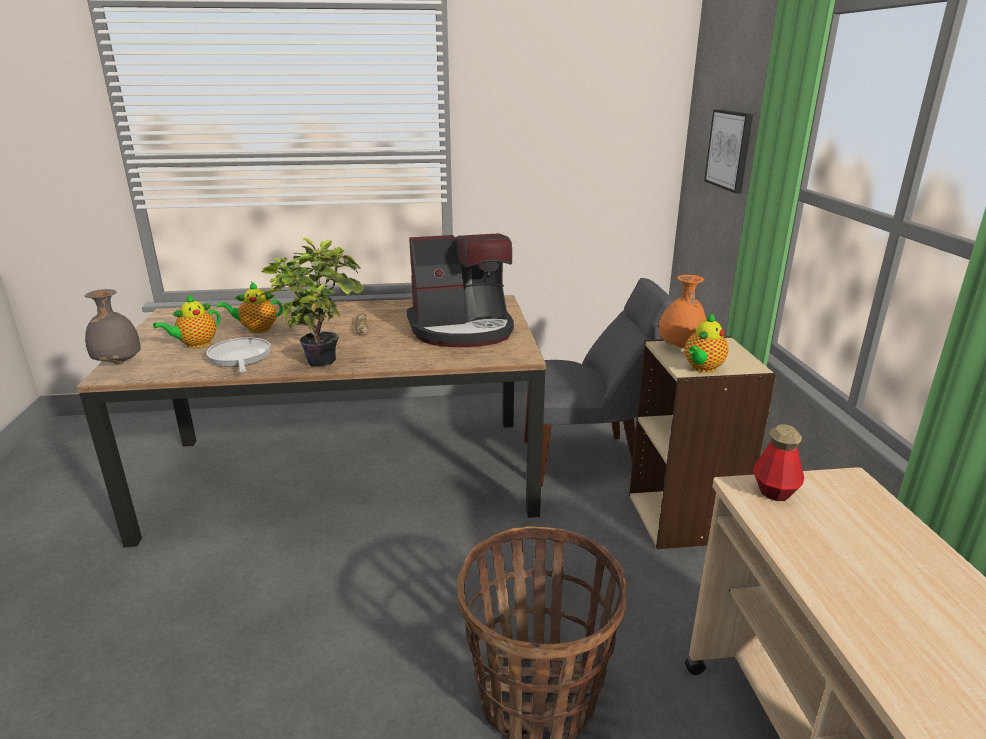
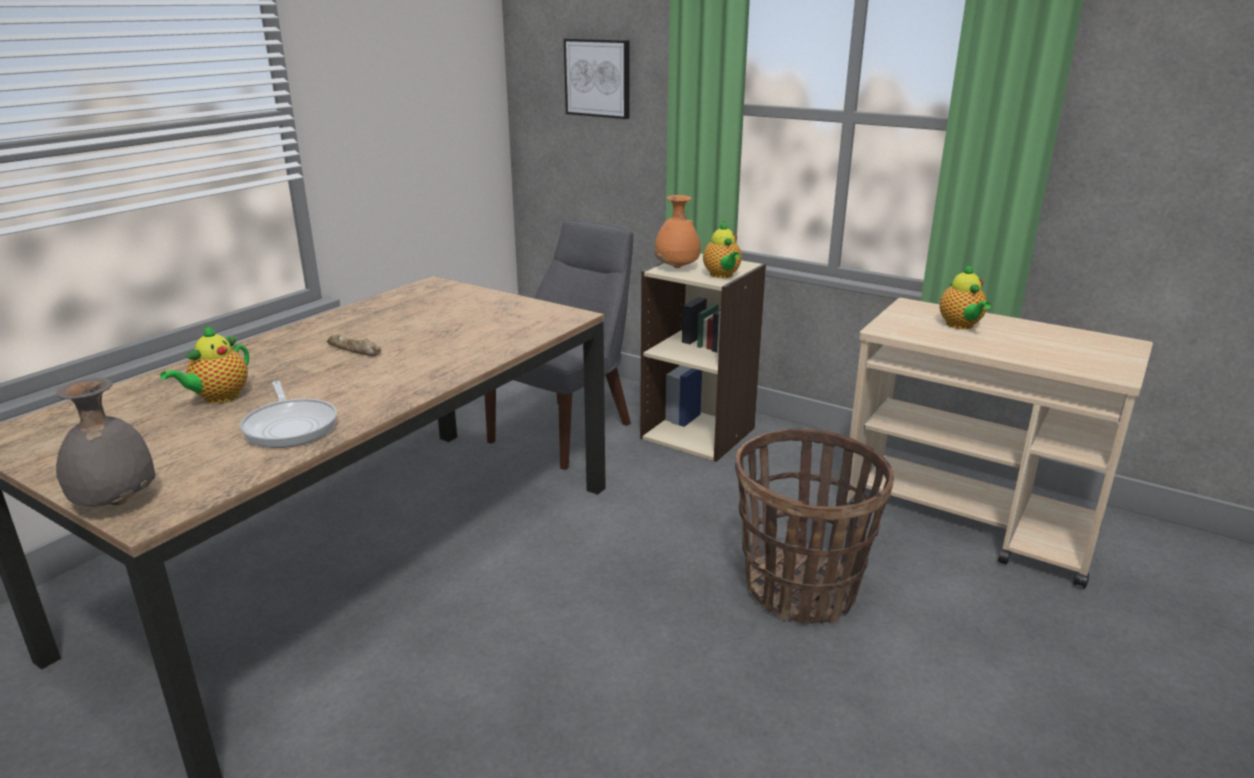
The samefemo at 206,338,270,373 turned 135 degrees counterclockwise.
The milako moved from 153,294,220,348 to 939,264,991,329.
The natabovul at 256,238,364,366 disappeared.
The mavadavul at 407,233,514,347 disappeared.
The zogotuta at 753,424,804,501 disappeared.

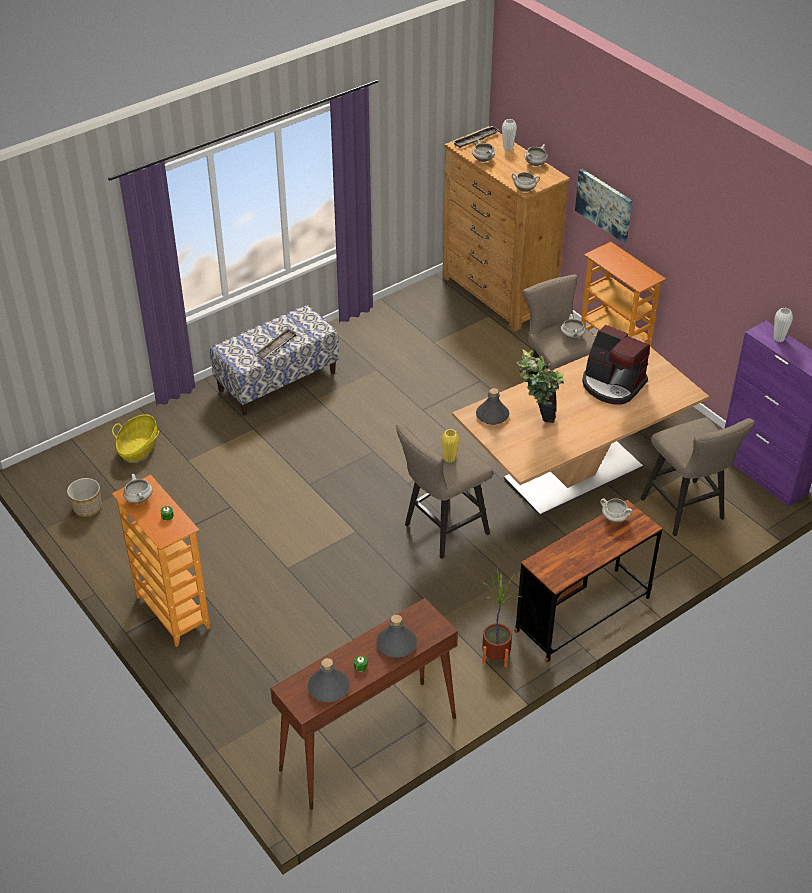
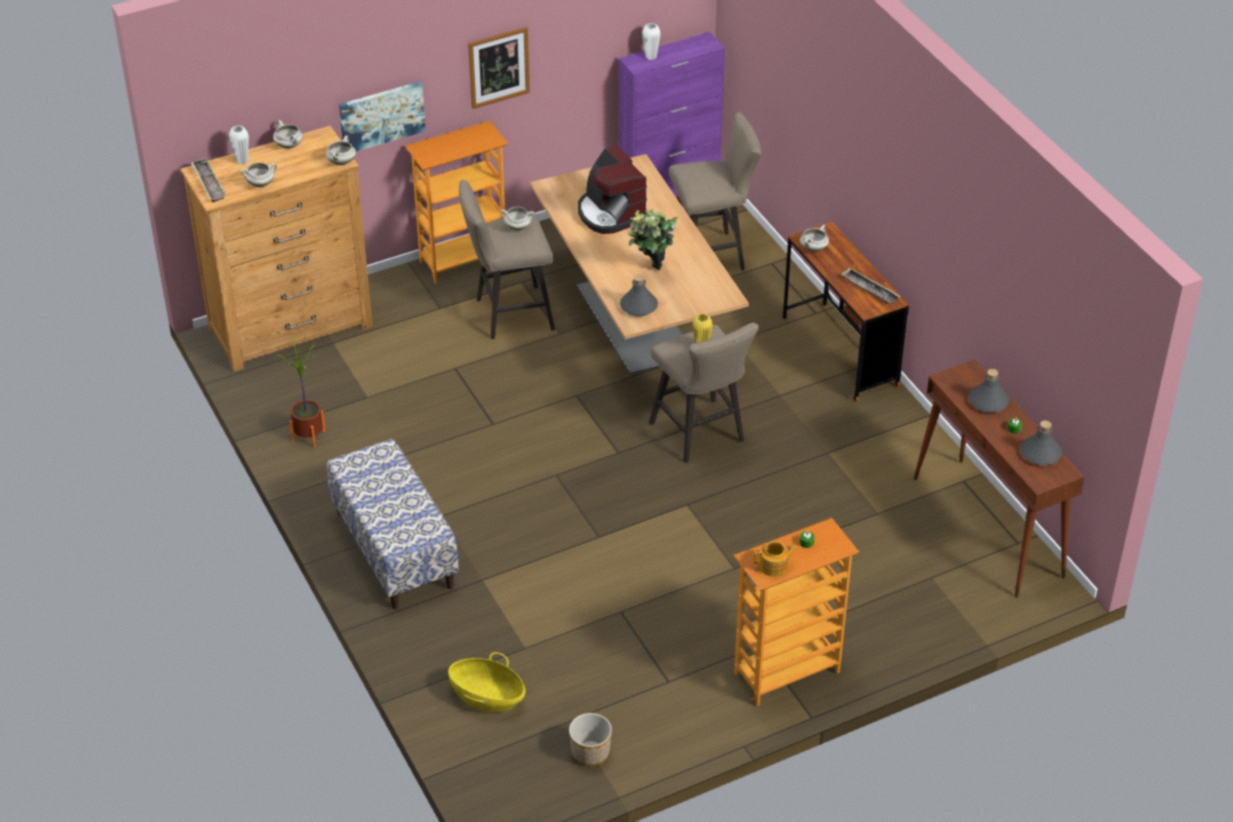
The natabovul moved from 482,566,521,667 to 276,334,326,447.
The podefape at 468,26,530,109 appeared.
The mavadavul at 582,325,650,405 turned 105 degrees clockwise.
The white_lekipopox at 123,474,153,504 was replaced by the milako at 753,541,798,577.
The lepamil moved from 255,327,297,360 to 841,267,901,303.

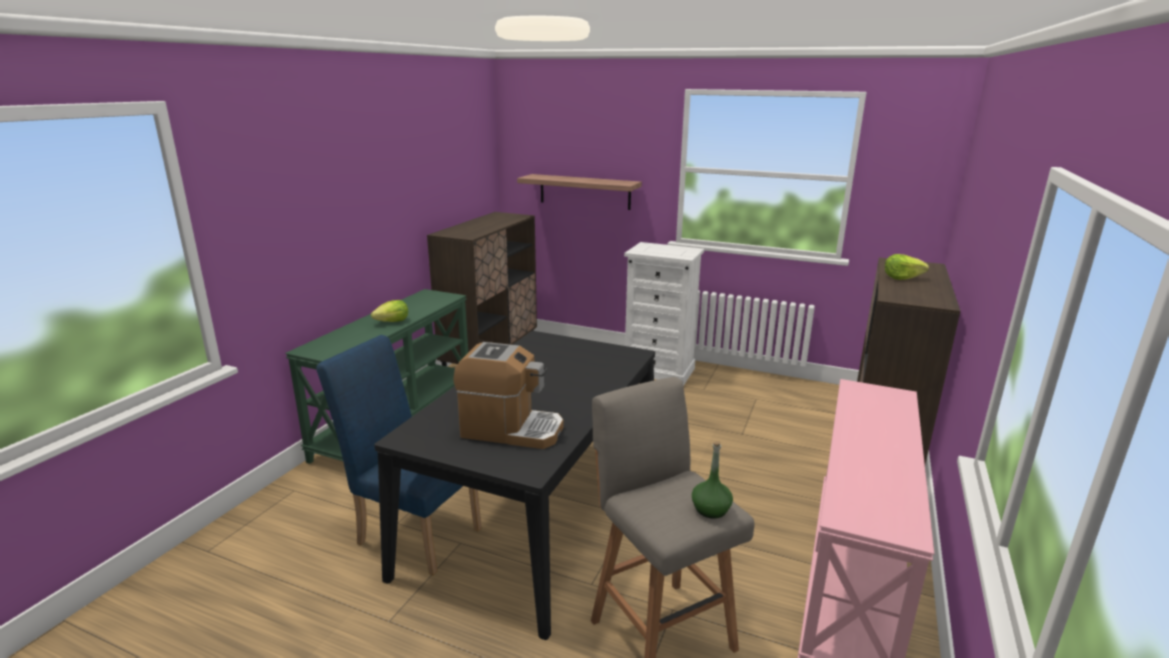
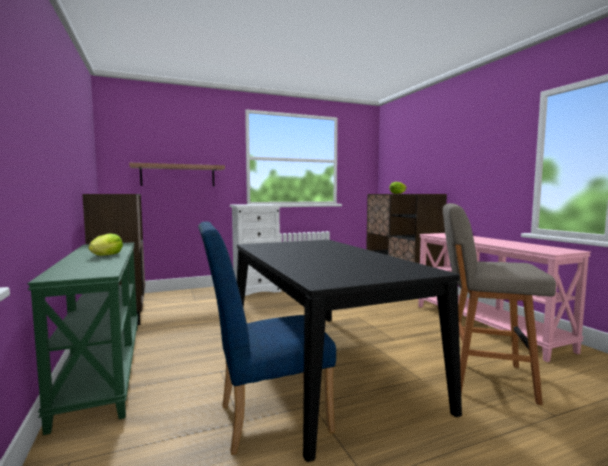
The mavadavul at 453,342,563,449 disappeared.
The green_zogotuta at 692,441,733,519 disappeared.

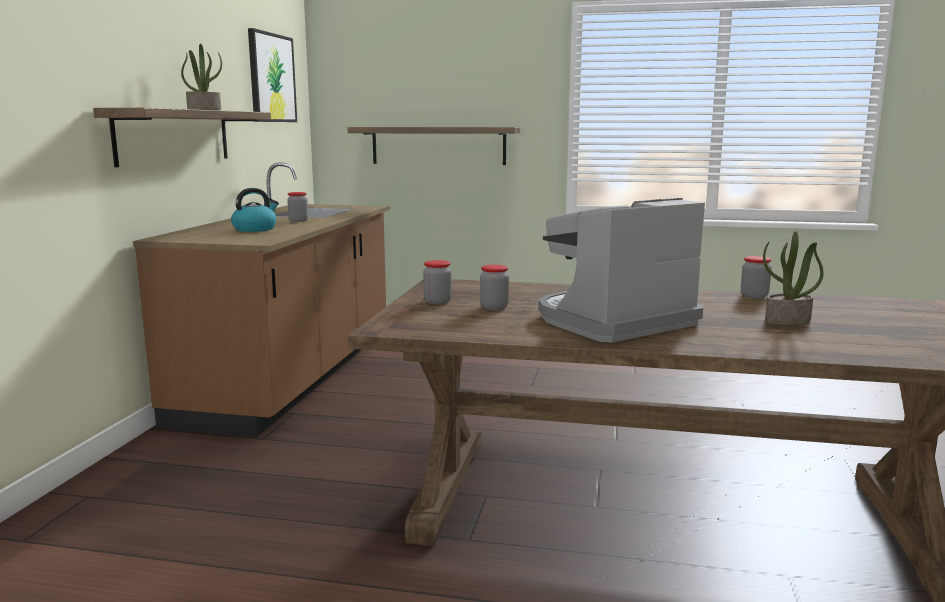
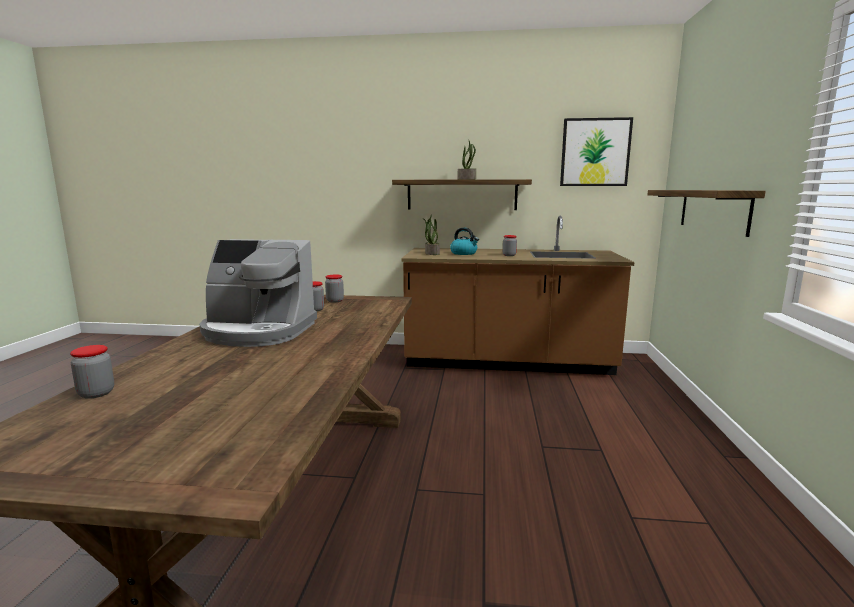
The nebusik moved from 741,256,772,299 to 70,345,114,399.
The mavadavul at 538,198,705,343 turned 135 degrees clockwise.
The natabovul moved from 763,231,824,325 to 423,214,440,255.

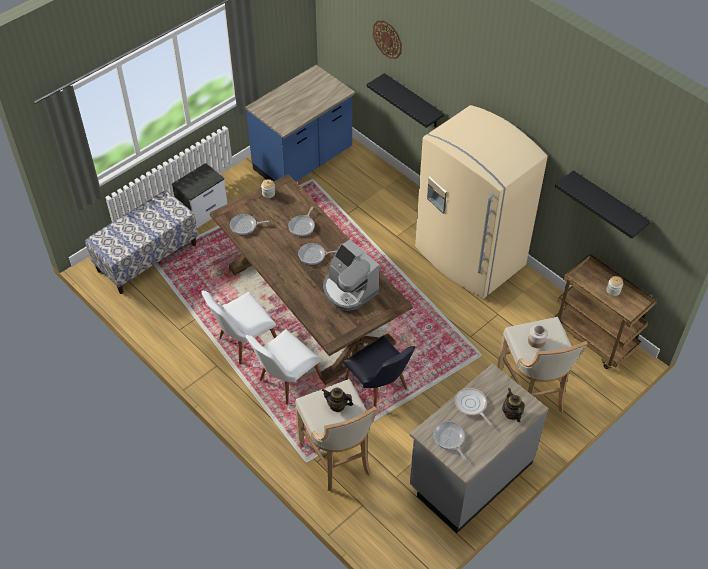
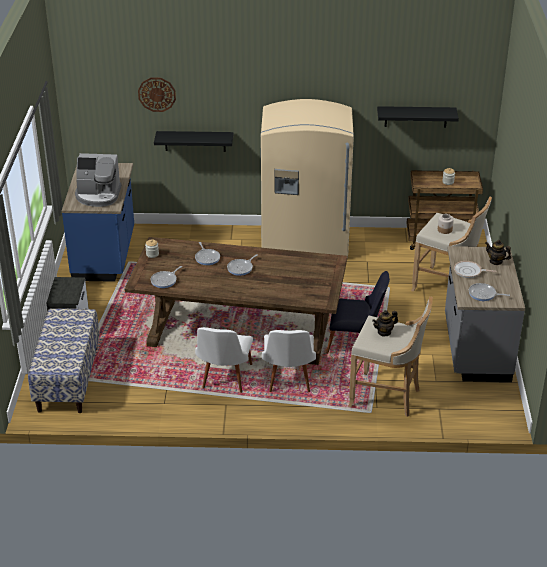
The mavadavul moved from 323,240,379,311 to 75,153,122,207.

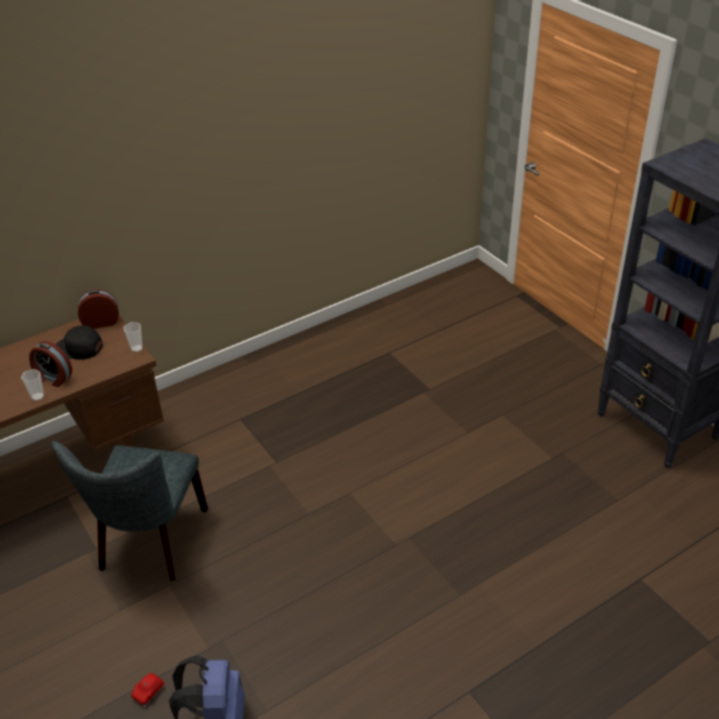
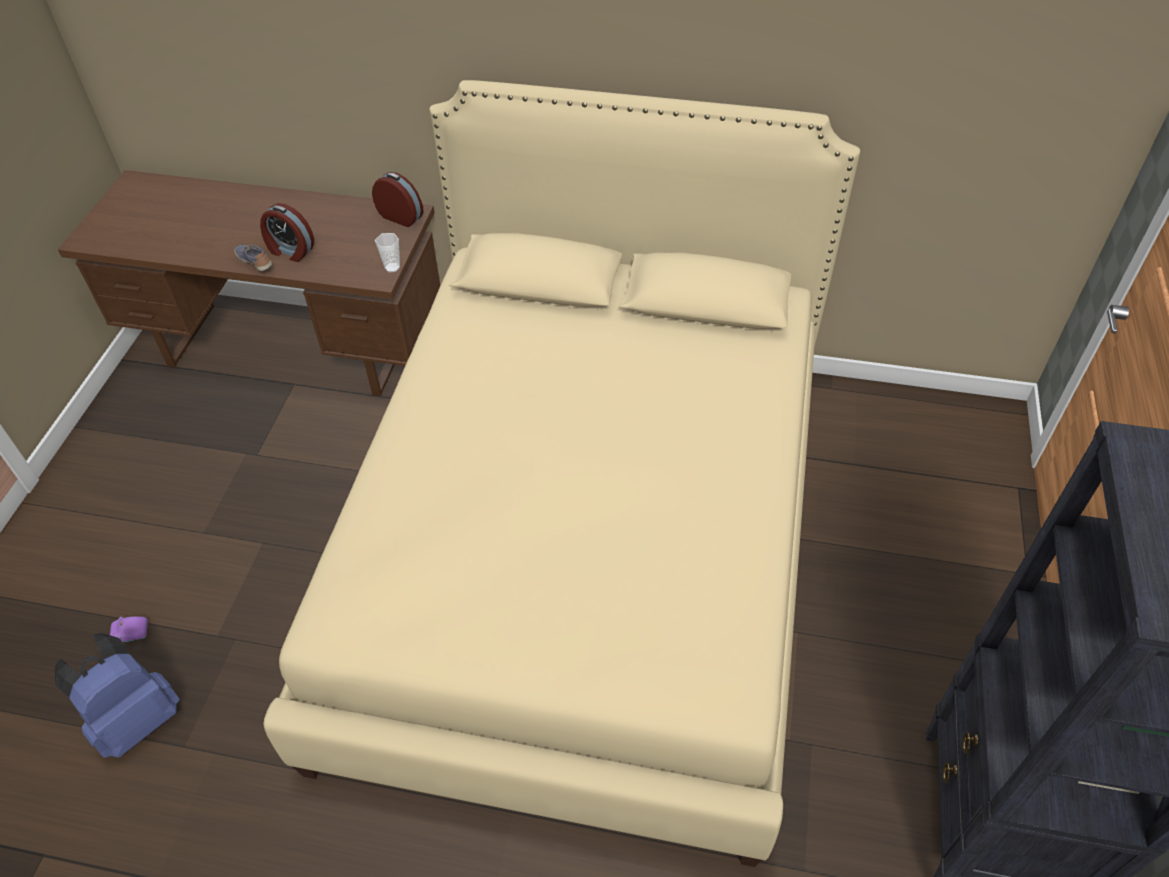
The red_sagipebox at 131,673,164,706 became the purple_sagipebox at 110,616,148,642.
The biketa at 21,369,44,401 was replaced by the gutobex at 234,244,272,271.
The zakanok at 29,341,72,387 turned 45 degrees counterclockwise.
The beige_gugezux at 264,80,860,867 appeared.
The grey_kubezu at 52,441,208,581 disappeared.
The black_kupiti at 56,325,103,360 disappeared.

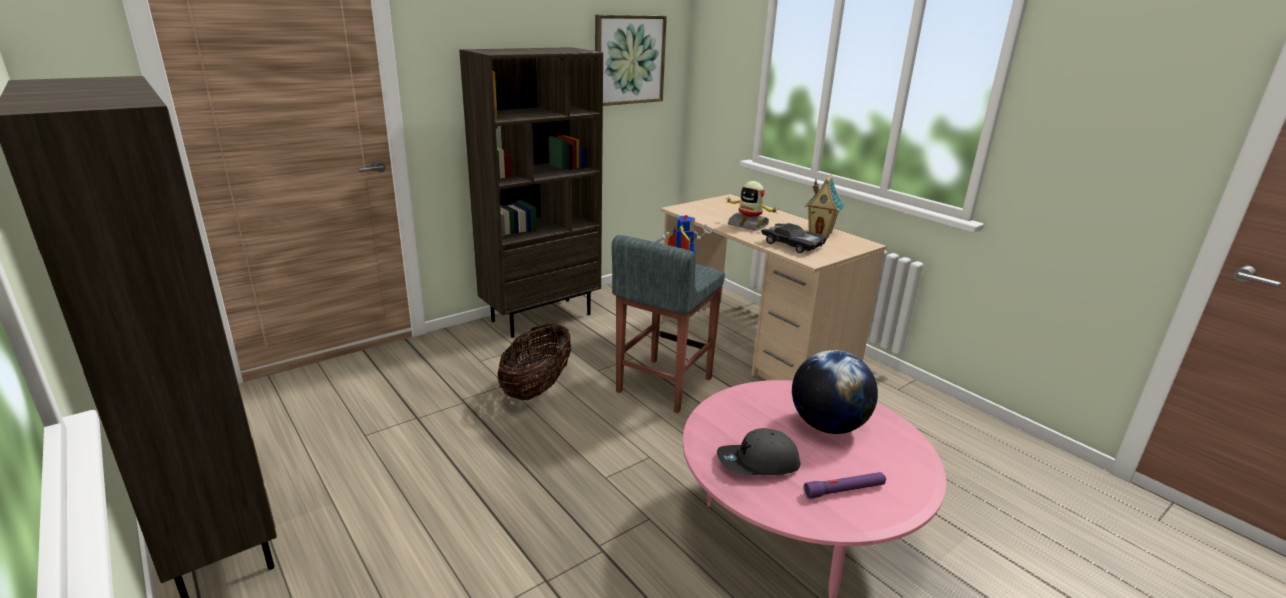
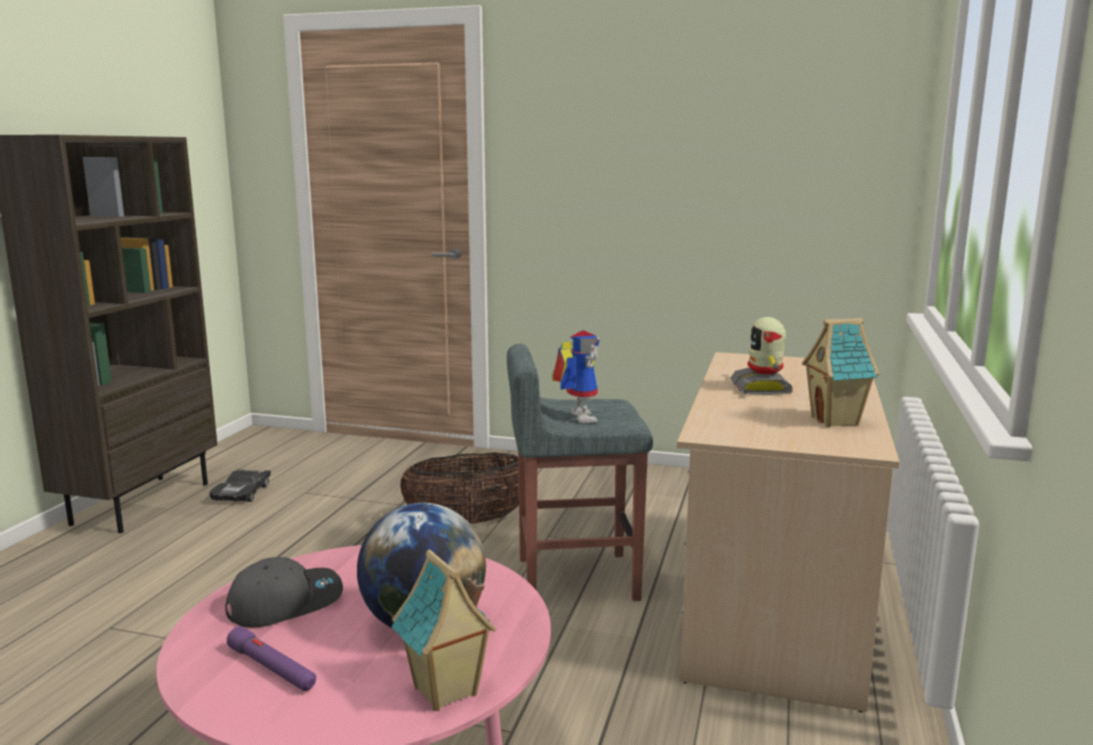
The black_sagipebox moved from 761,223,827,253 to 209,469,271,502.
The grey_kupiti at 717,428,800,475 turned 105 degrees clockwise.
The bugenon at 391,550,497,711 appeared.
The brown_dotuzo at 459,47,603,338 disappeared.
The podefape at 595,15,667,106 disappeared.

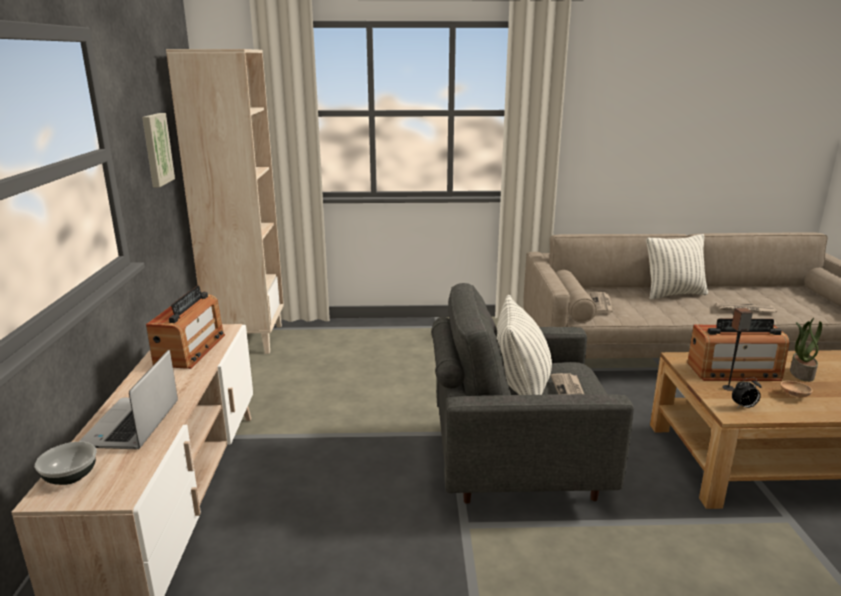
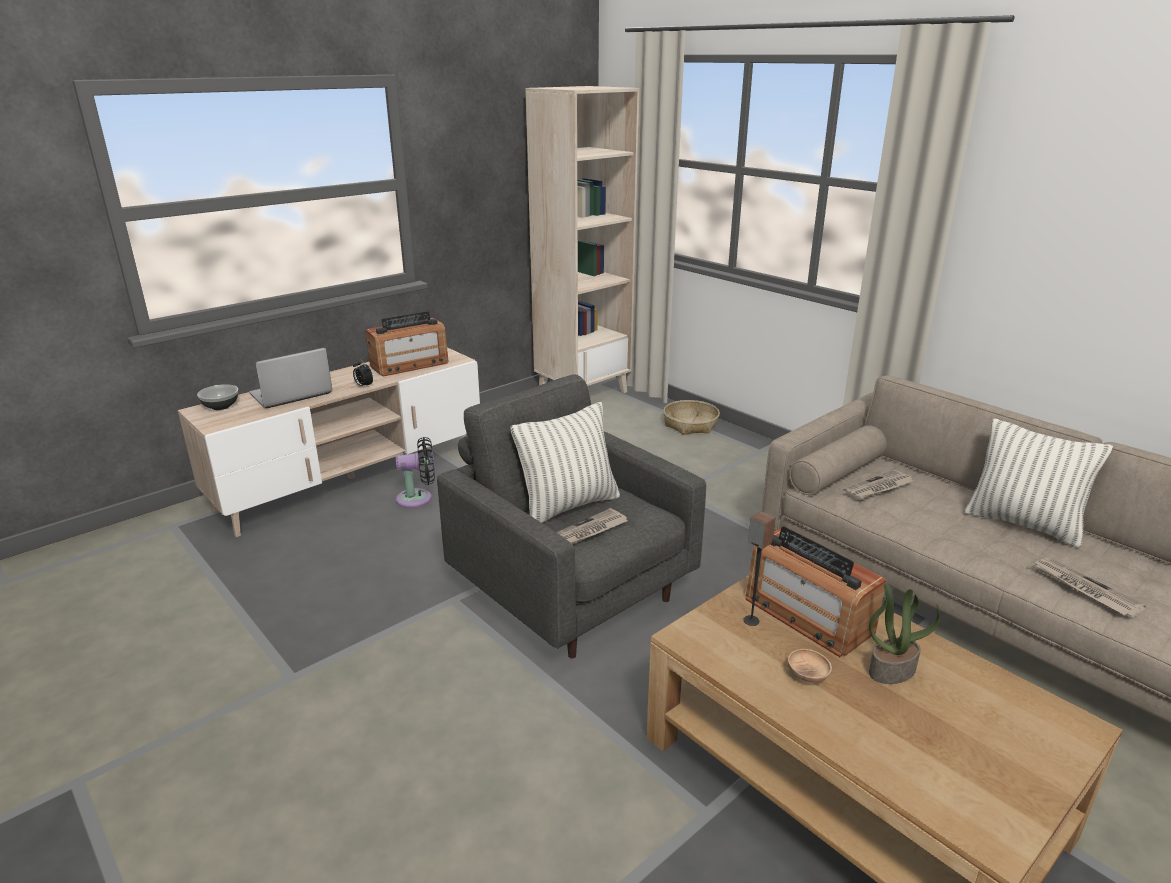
The zakanok moved from 732,377,762,408 to 353,359,373,387.
The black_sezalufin at 396,437,435,508 appeared.
The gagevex at 663,400,720,435 appeared.
The podefape at 142,113,175,187 disappeared.

